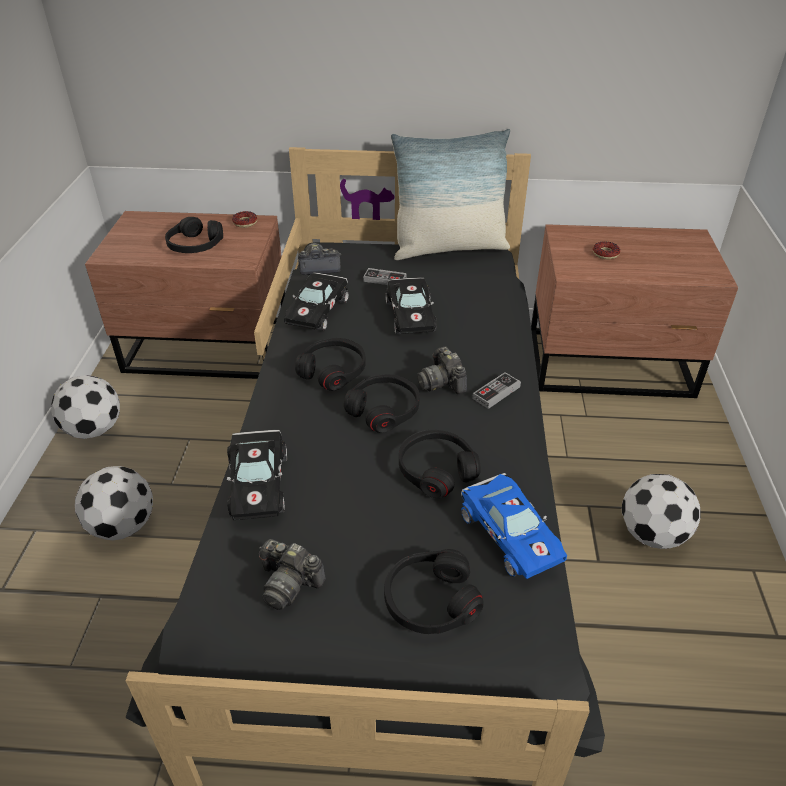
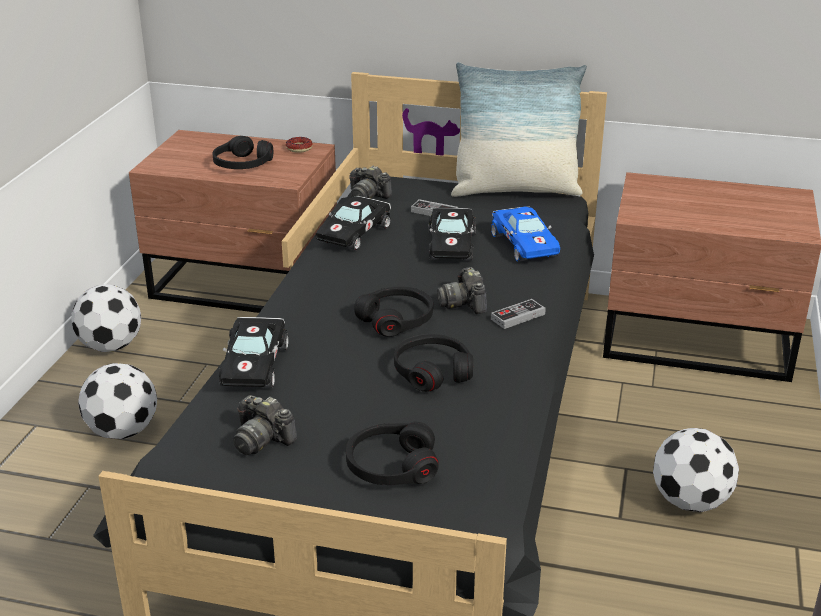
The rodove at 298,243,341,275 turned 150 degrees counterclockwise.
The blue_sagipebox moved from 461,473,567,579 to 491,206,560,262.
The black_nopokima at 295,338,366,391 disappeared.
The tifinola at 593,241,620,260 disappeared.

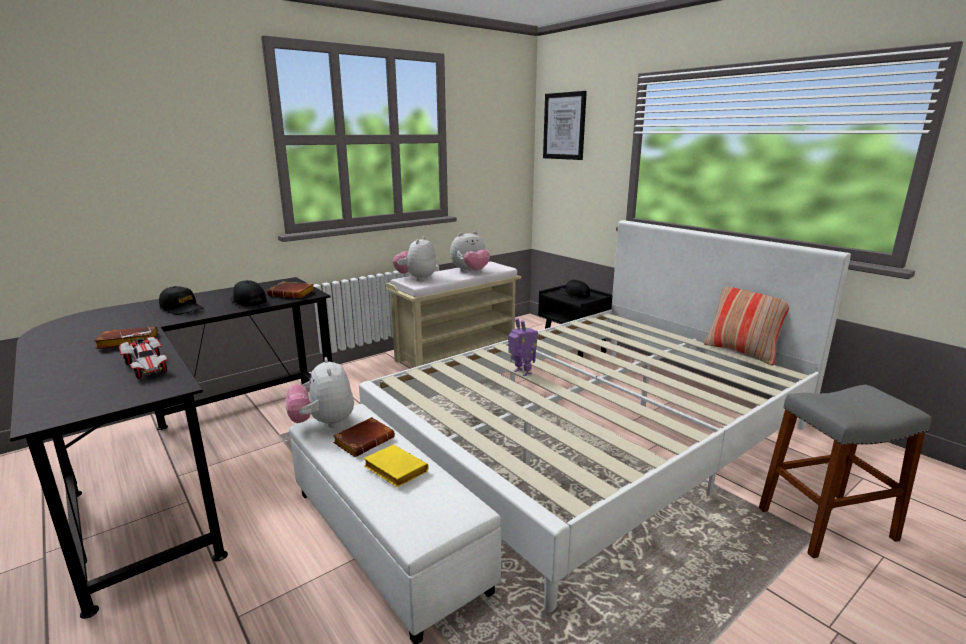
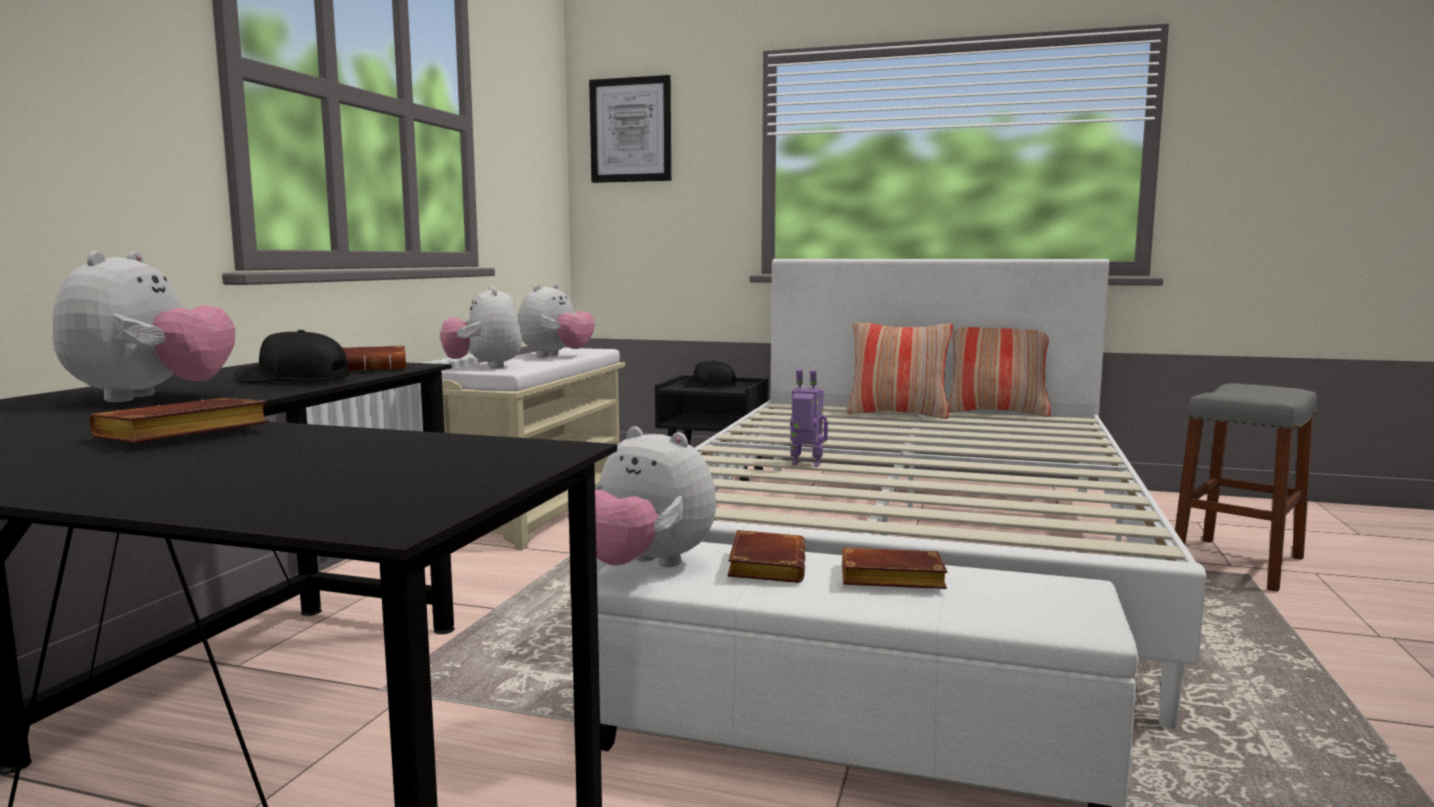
The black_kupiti at 159,286,204,315 was replaced by the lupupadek at 53,251,235,402.
The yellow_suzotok at 364,445,429,487 became the brown_suzotok at 842,548,947,589.
The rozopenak at 846,322,953,419 appeared.
The sagipebox at 119,327,168,379 disappeared.

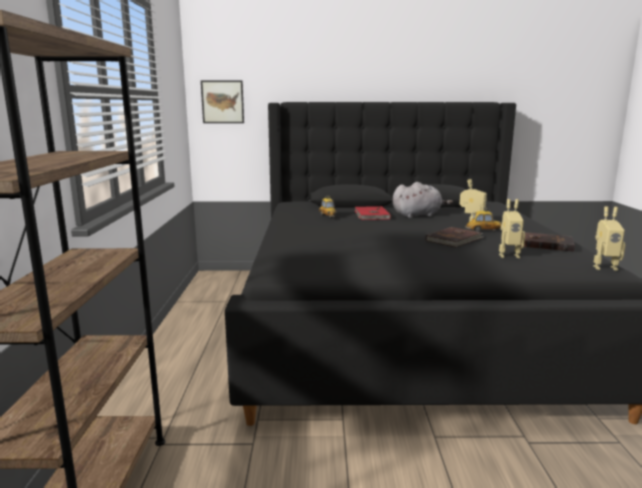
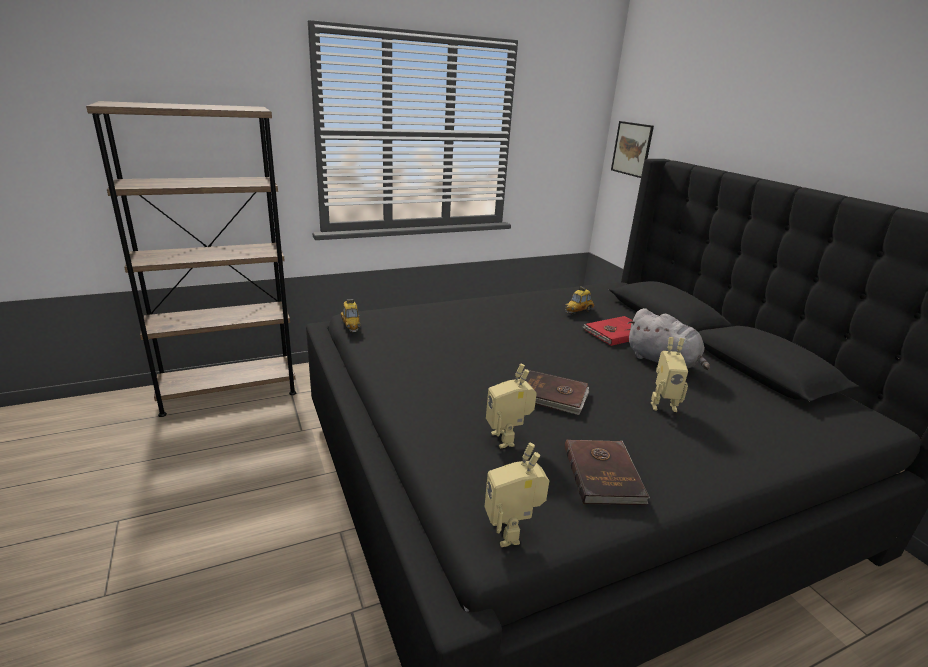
The sagipebox moved from 465,208,502,232 to 341,299,360,332.

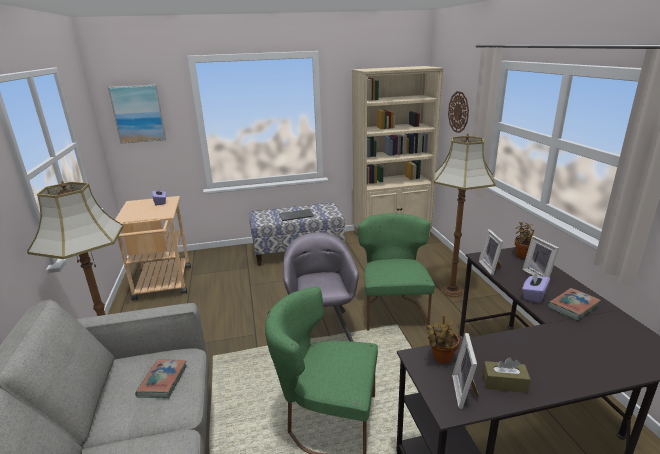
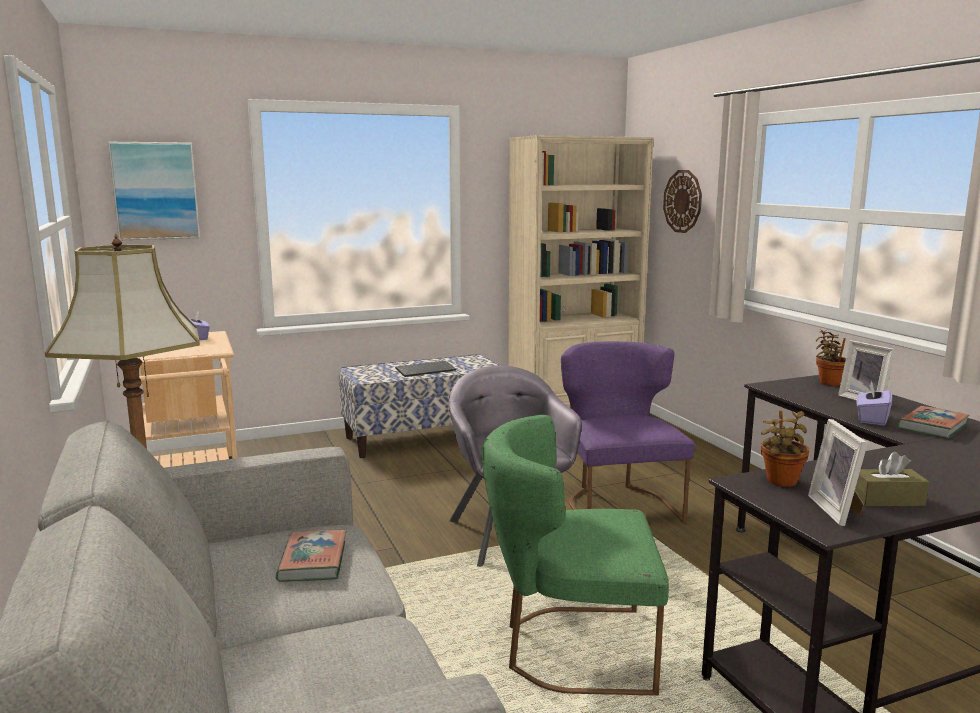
The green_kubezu at 358,213,435,331 became the purple_kubezu at 561,341,695,524.
The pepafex at 434,133,496,297 disappeared.
The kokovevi at 479,229,503,275 disappeared.

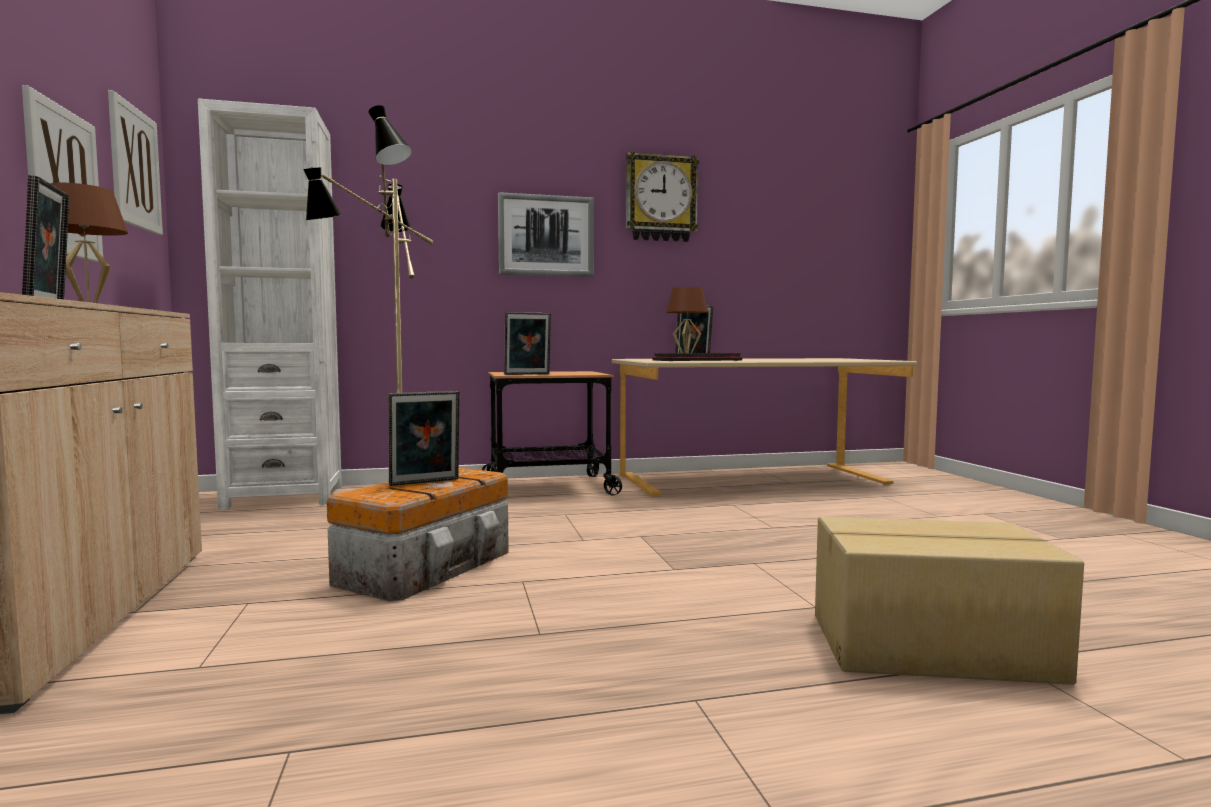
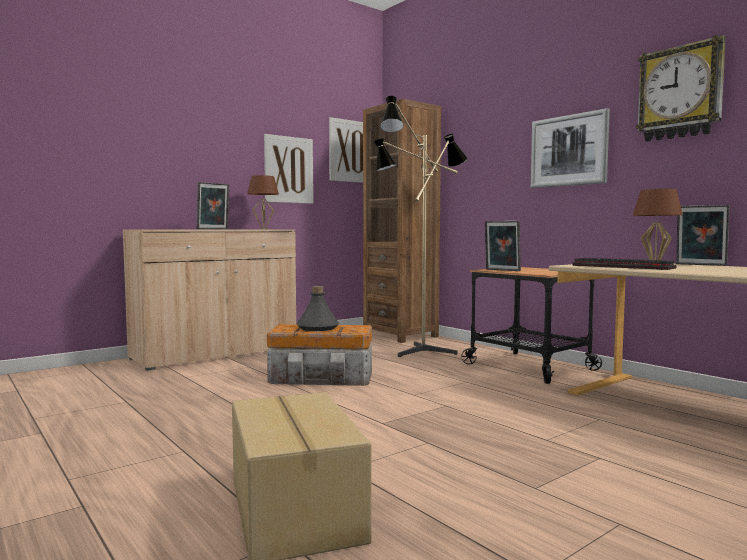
The kokovevi at 388,391,460,486 was replaced by the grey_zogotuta at 297,286,339,331.
The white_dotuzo at 198,98,342,510 became the brown_dotuzo at 363,99,441,343.

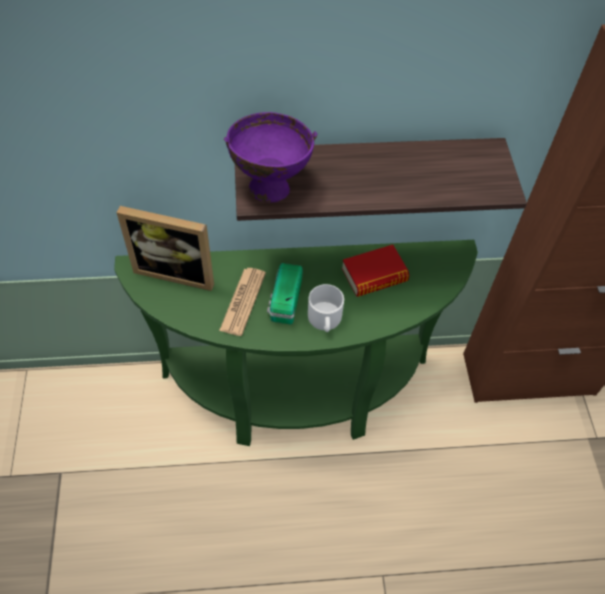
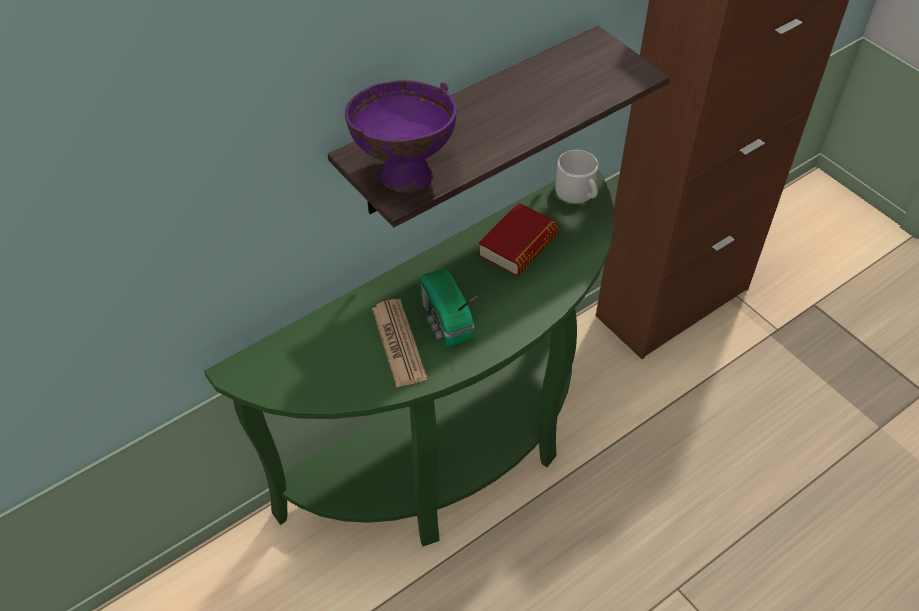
The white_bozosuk moved from 308,284,344,332 to 555,150,598,203.
The kokovevi at 117,206,214,291 disappeared.

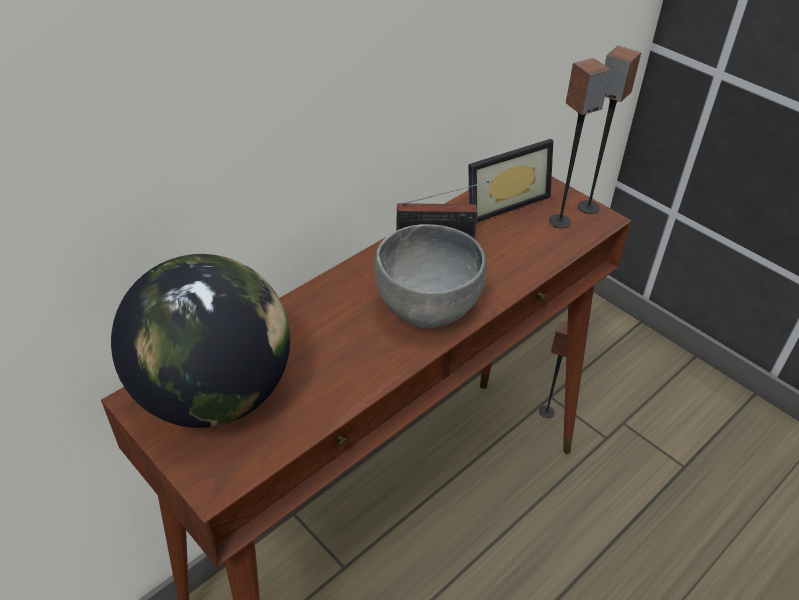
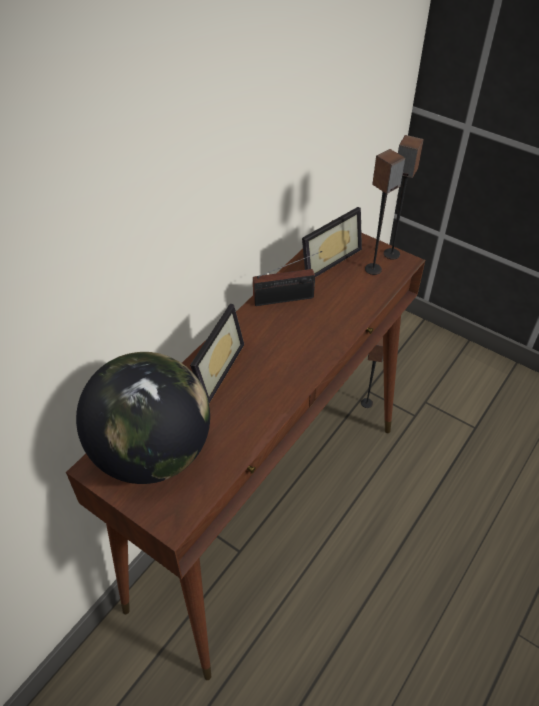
The kokovevi at 190,304,244,403 appeared.
The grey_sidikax at 374,224,487,328 disappeared.

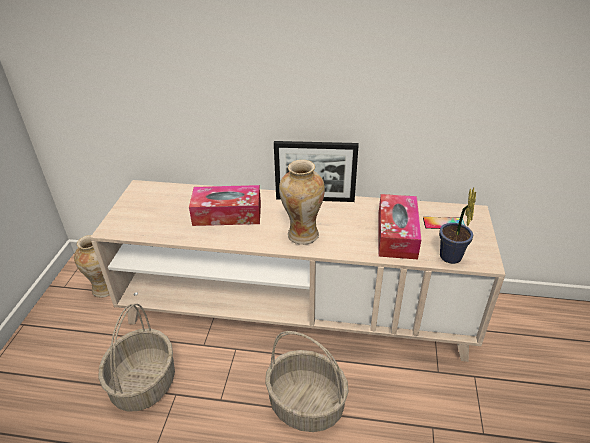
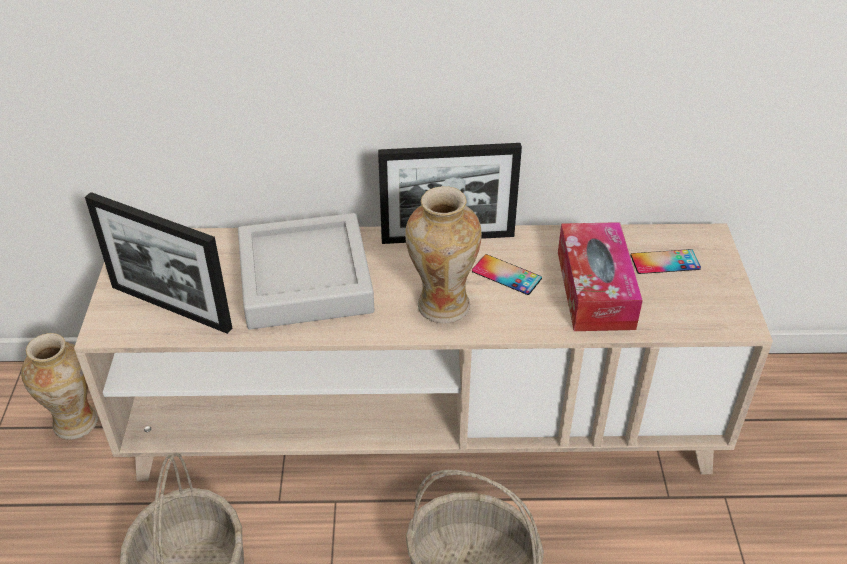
The kokovevi at 85,192,232,334 appeared.
The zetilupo at 189,185,261,226 was replaced by the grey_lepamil at 238,213,374,330.
The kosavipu at 472,254,542,295 appeared.
The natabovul at 439,187,476,264 disappeared.

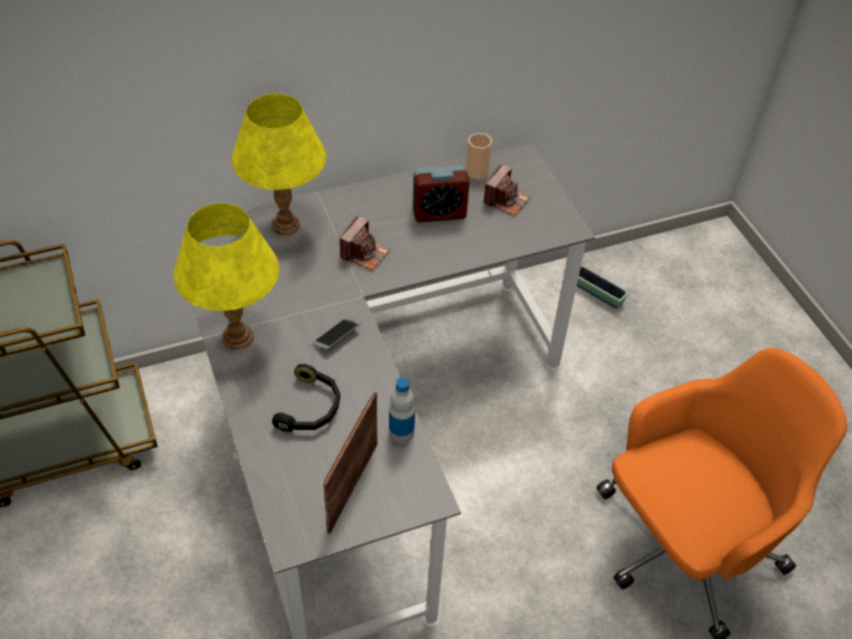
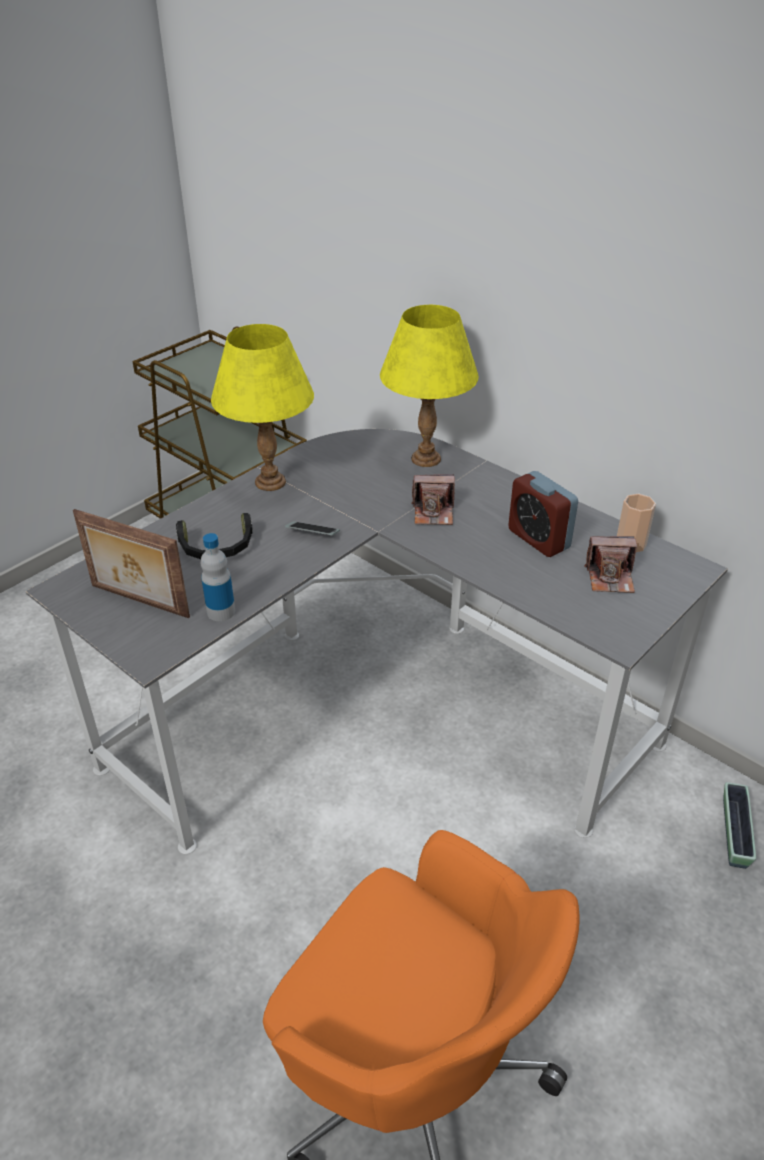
The kokovevi at 323,392,377,534 turned 150 degrees counterclockwise.

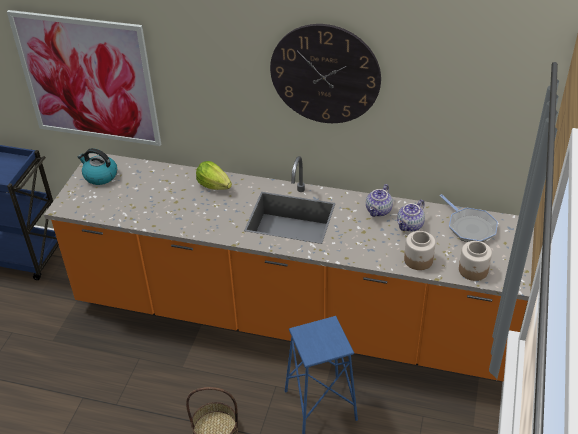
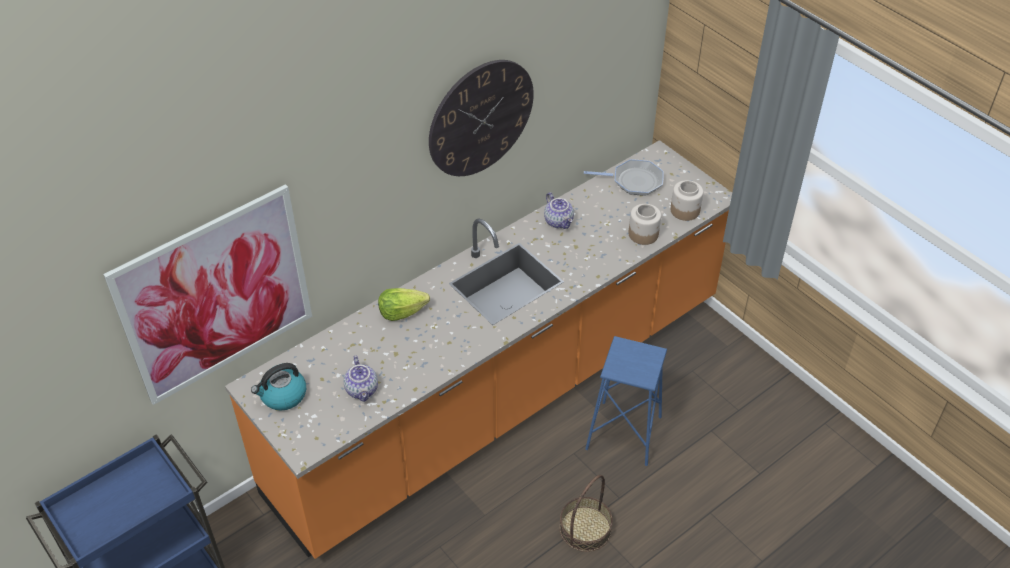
The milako moved from 397,199,425,232 to 344,356,378,402.

